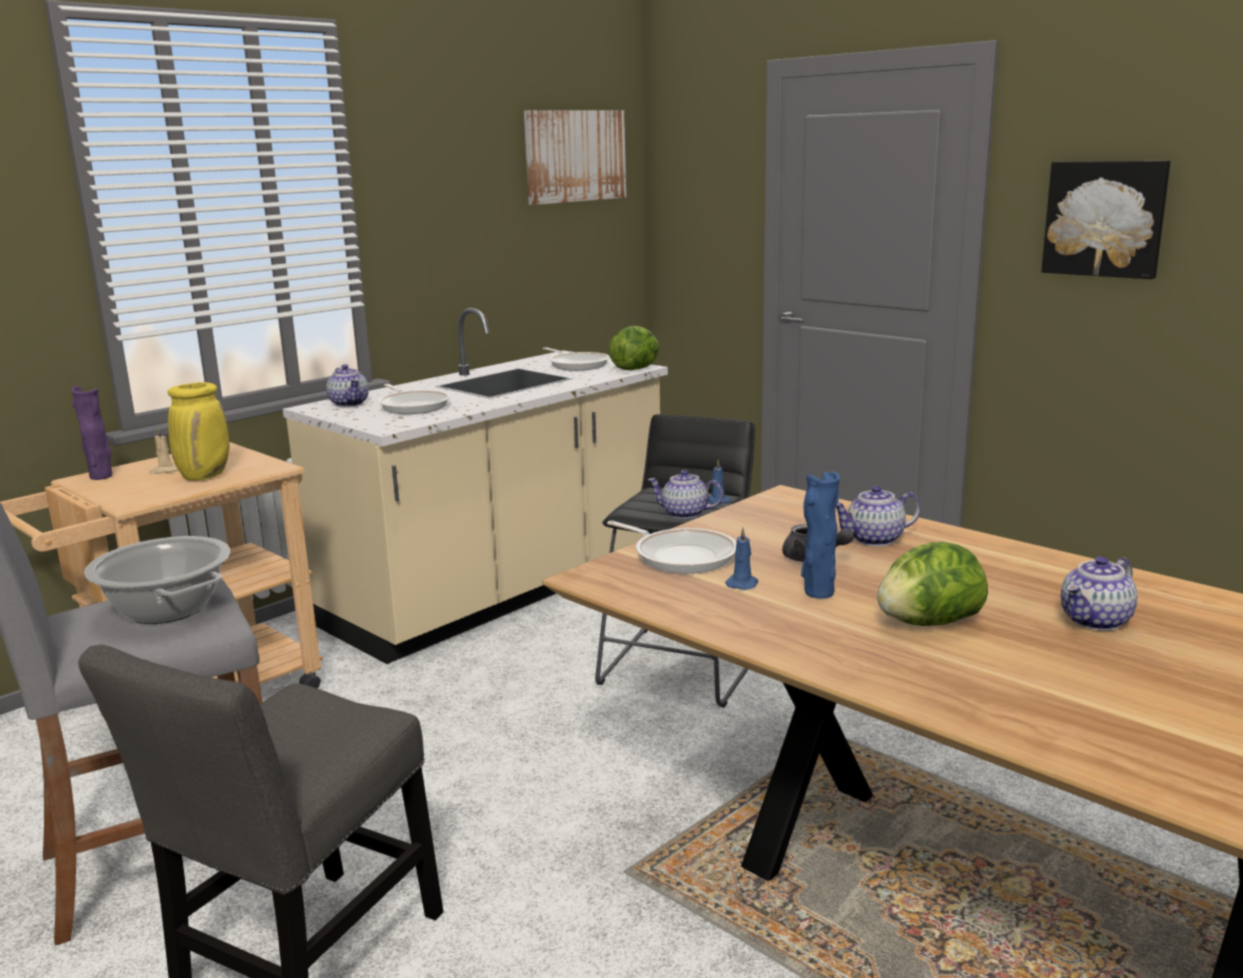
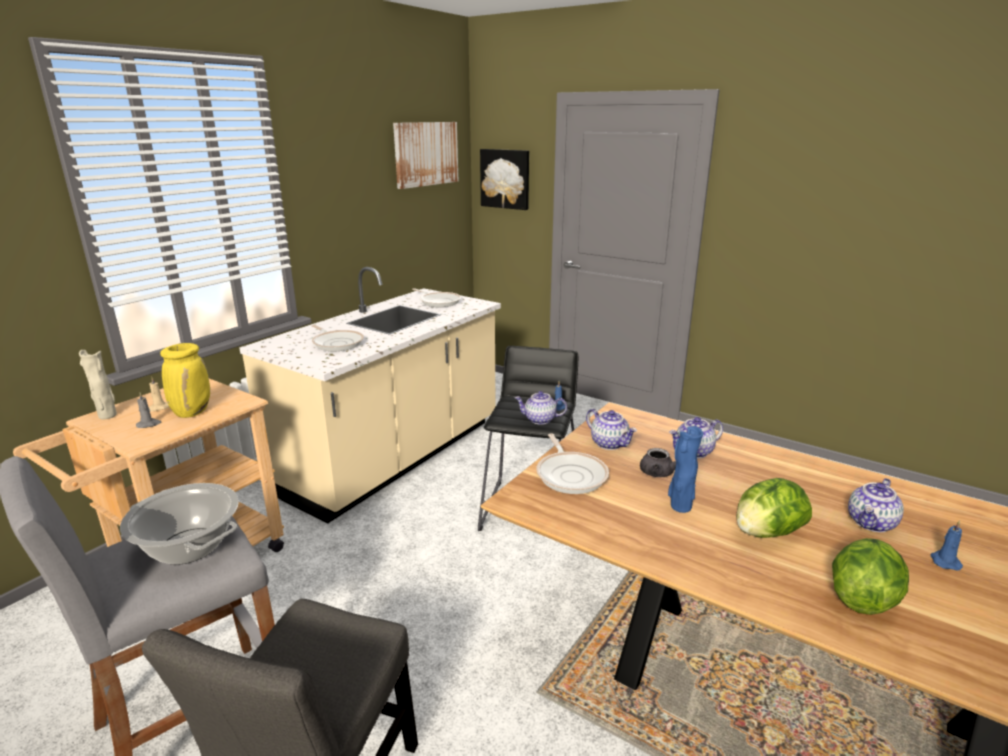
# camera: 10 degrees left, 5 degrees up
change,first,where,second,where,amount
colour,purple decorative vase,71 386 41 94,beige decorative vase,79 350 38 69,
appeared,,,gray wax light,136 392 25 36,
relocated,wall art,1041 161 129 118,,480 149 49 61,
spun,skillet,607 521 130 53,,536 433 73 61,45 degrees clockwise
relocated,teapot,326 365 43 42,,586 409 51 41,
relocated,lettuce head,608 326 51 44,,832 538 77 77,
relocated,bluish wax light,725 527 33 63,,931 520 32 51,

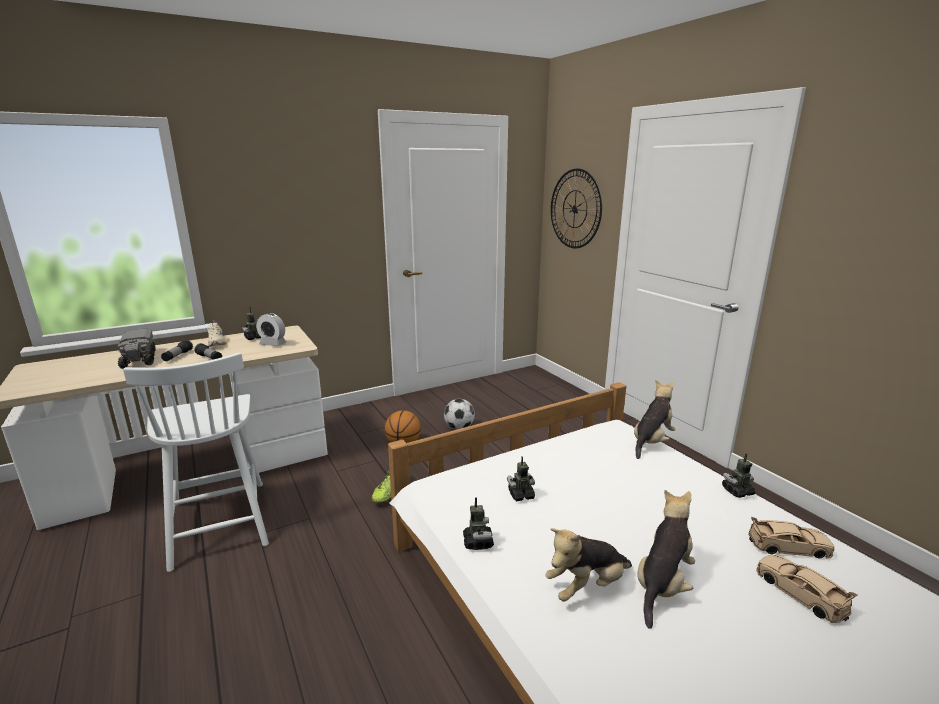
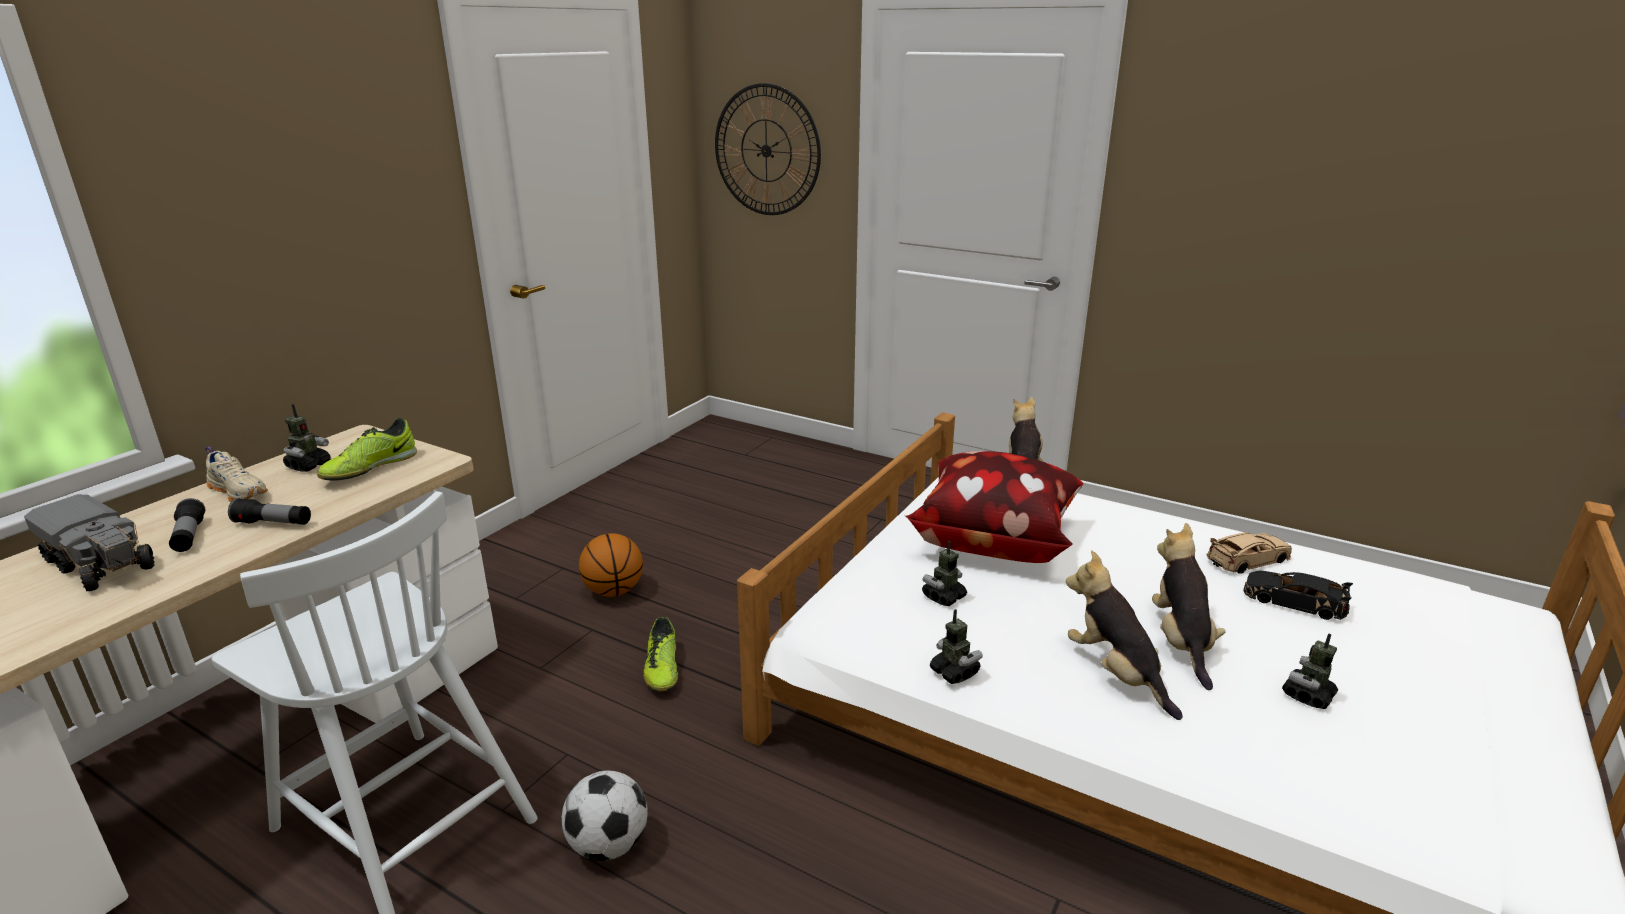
# camera: 30 degrees left, 5 degrees up
change,first,where,second,where,amount
exchanged,alarm clock,256 313 30 33,shoe,317 418 100 63,
relocated,football,444 399 31 31,,562 771 85 90,
appeared,,,cushion,905 451 178 112,
spun,soft toy,545 528 87 74,,1066 551 117 169,120 degrees clockwise
colour,beige miniature car,756 555 102 68,black-coloured miniature car,1244 571 109 49,
relocated,robot figure,722 453 34 45,,1282 633 56 76,

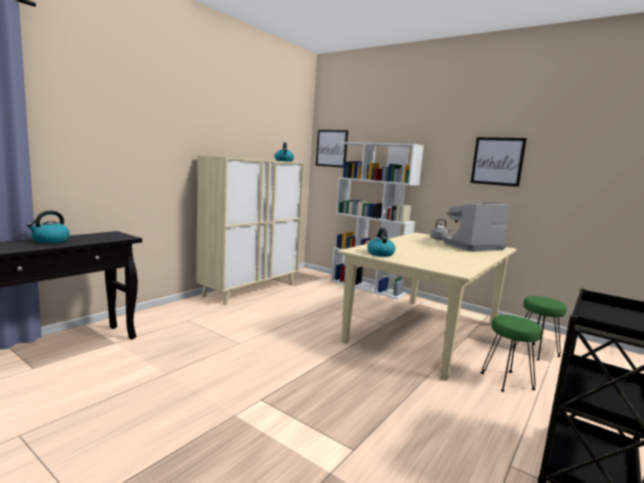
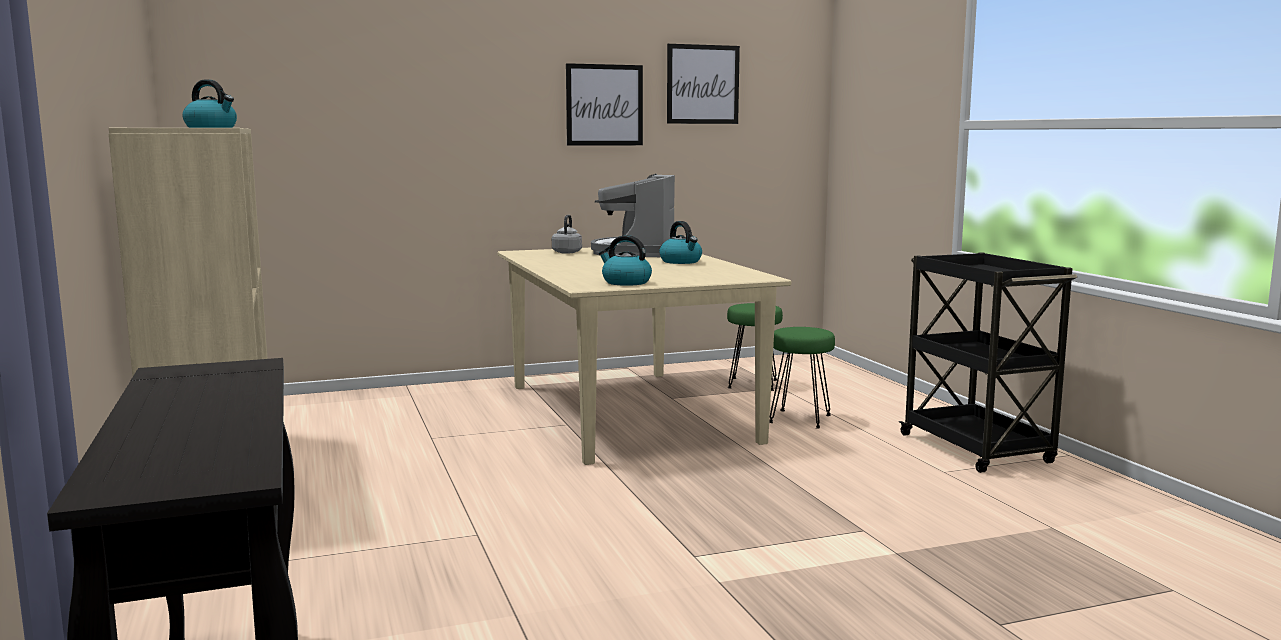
# camera: 55 degrees left, 0 degrees up
change,first,where,second,where,amount
relocated,tea kettle,27 210 43 33,,659 221 43 43,
relocated,wall art,316 130 32 38,,667 44 73 80,
missing,white bookcase,331 142 93 157,,,

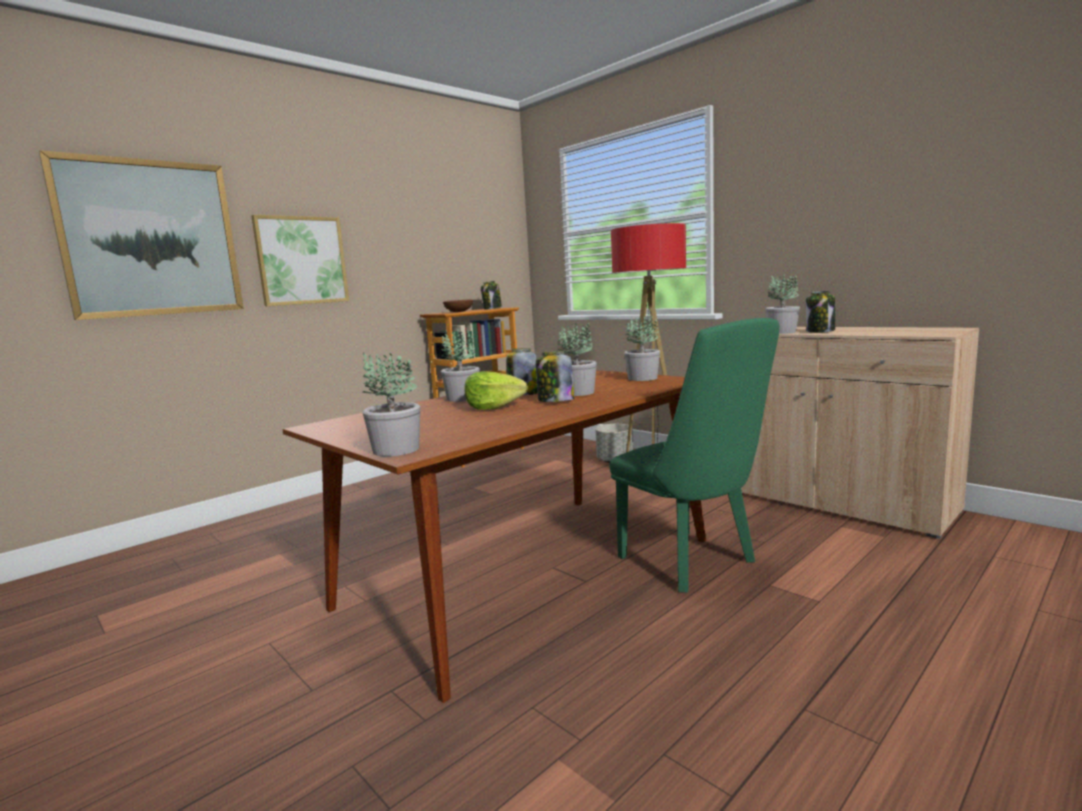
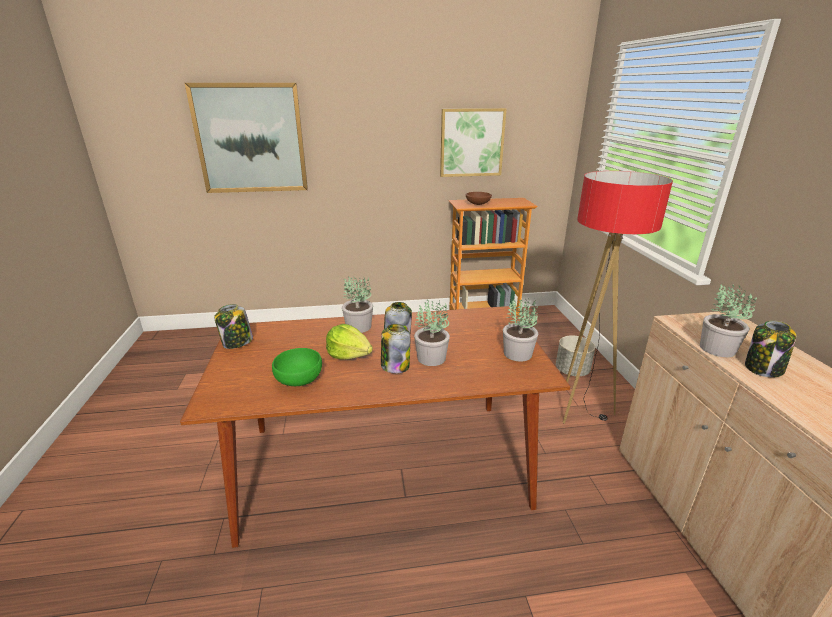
# camera: 35 degrees right, 15 degrees up
change,first,where,second,where,amount
relocated,preserve jar,481 281 21 29,,214 304 39 45,
appeared,,,green-coloured serving bowl,272 348 50 38,
relocated,wall art,251 215 98 91,,440 108 66 69,
missing,potted plant,363 353 57 103,,,
missing,green-coloured upright chair,609 318 171 275,,,

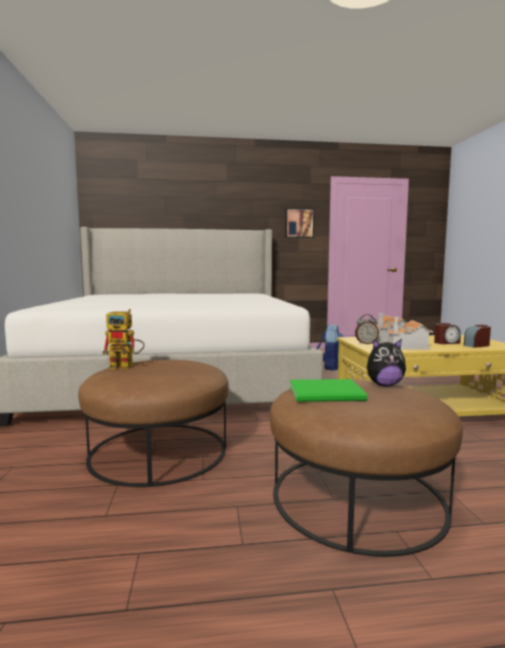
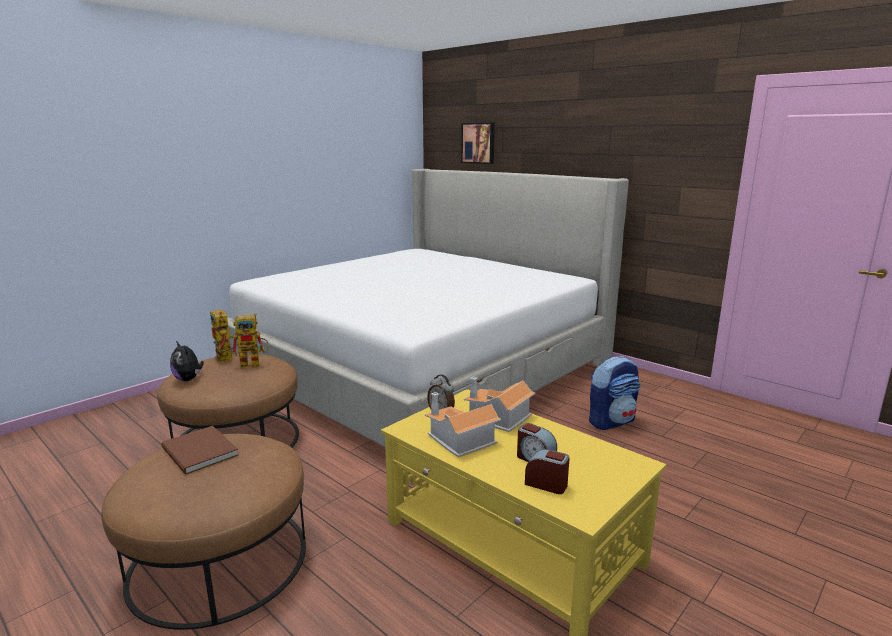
# camera: 50 degrees right, 10 degrees up
change,first,where,second,where,amount
colour,green-coloured book,290 379 77 23,brown-coloured book,161 426 78 48,
relocated,soft toy,367 339 39 47,,170 341 34 40,
appeared,,,robot figure,232 313 37 56,
relocated,wall art,285 208 30 30,,461 123 34 41,

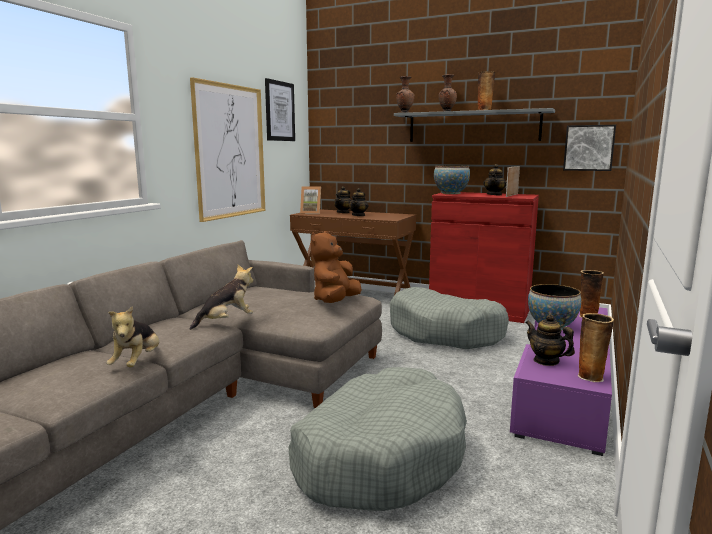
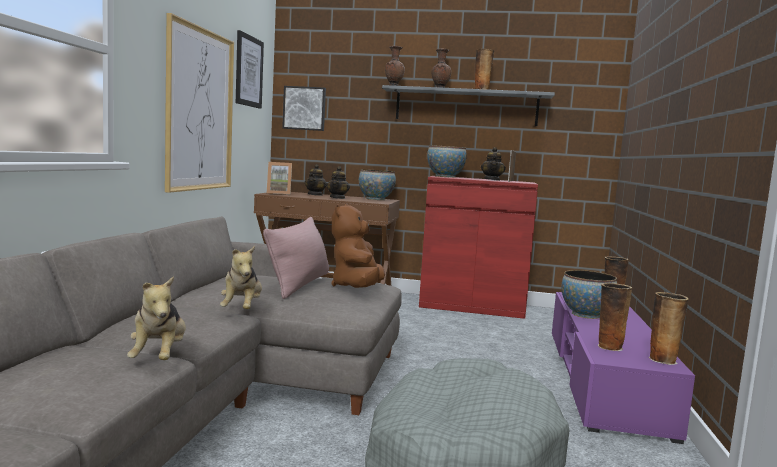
# camera: 15 degrees left, 5 degrees down
change,first,where,second,where,amount
spun,soft toy,190 265 64 65,,220 246 42 63,135 degrees clockwise
appeared,,,pinkish cushion,263 217 66 82,
relocated,wall art,563 125 53 46,,282 86 44 45,
appeared,,,serving bowl,359 169 37 31,
exchanged,teapot,525 314 50 52,decorative vase,598 283 35 68,
missing,gray dog cushion,390 287 119 62,,,

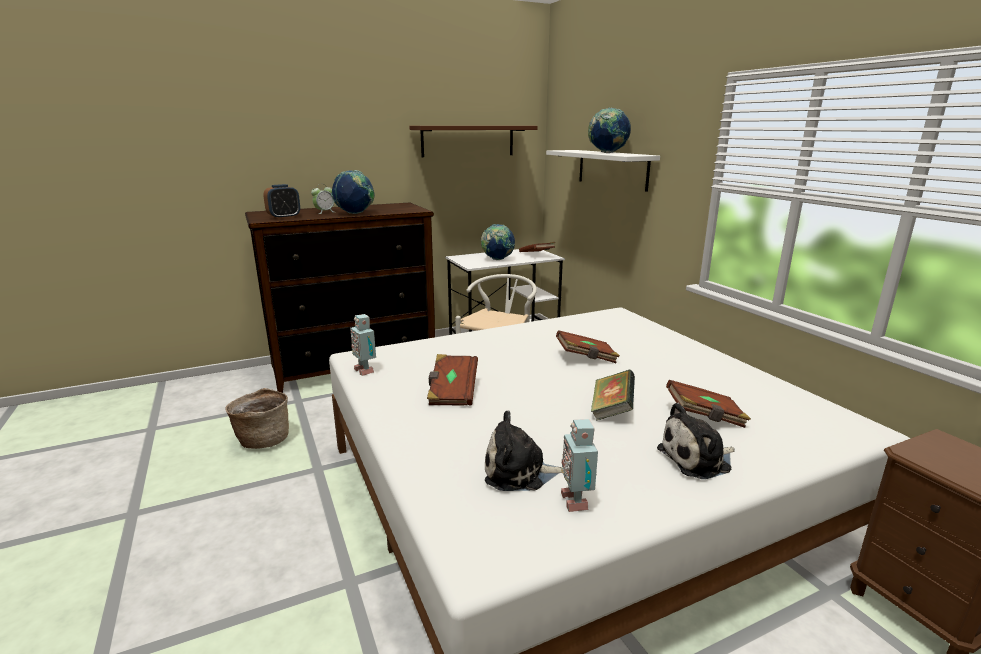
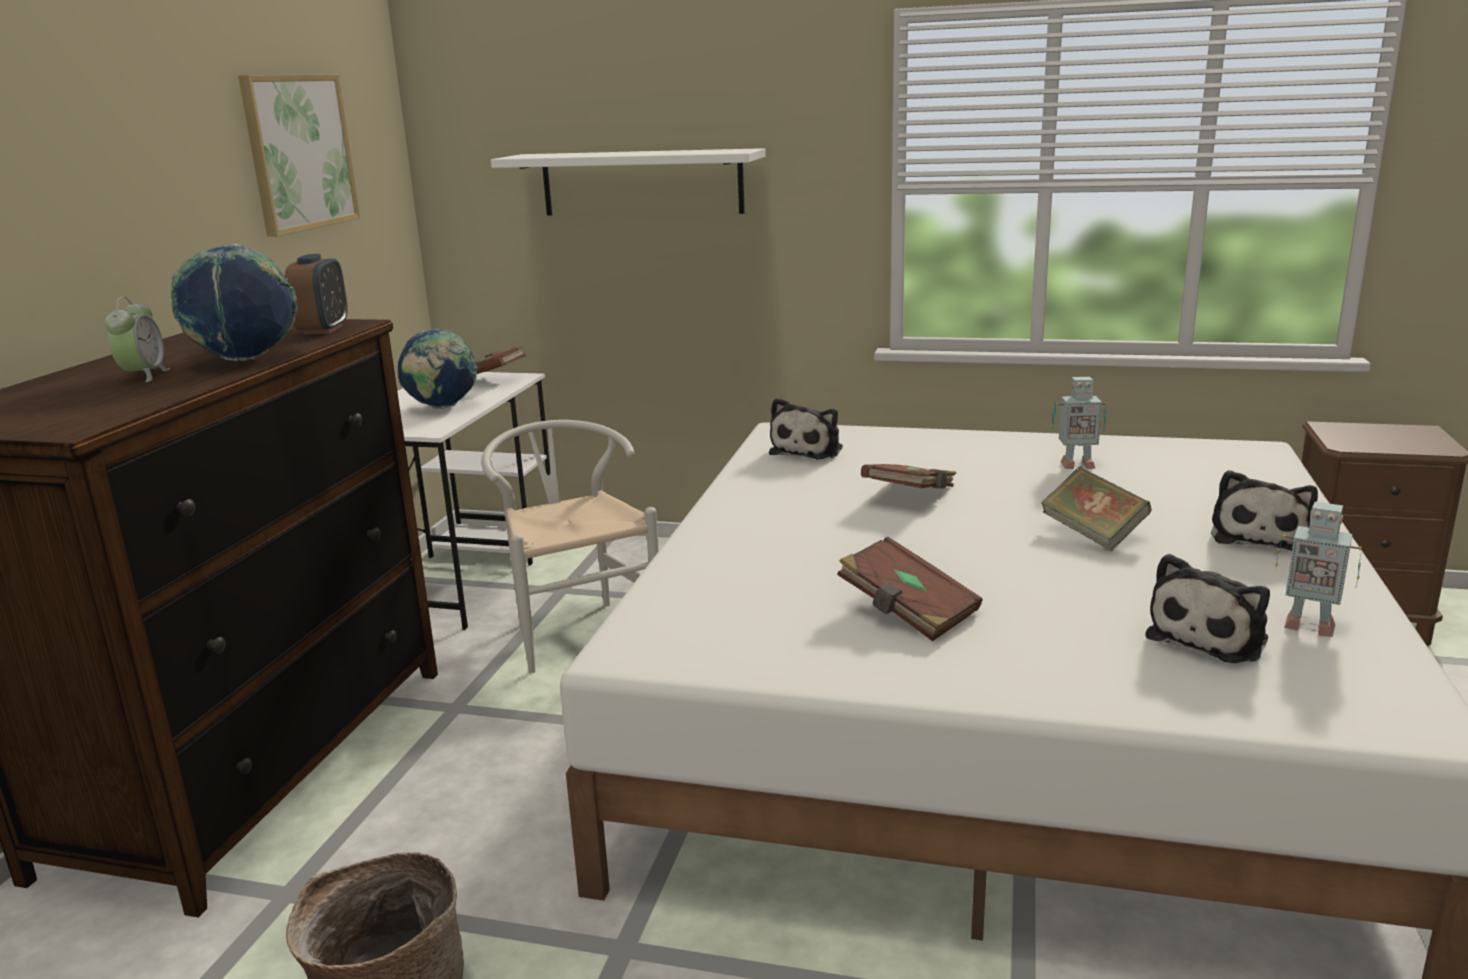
# camera: 50 degrees left, 0 degrees up
change,first,where,second,where,amount
exchanged,brown-coloured wall shelf,409 126 129 31,wall art,238 74 122 163,
relocated,alarm clock,263 184 37 35,,285 254 63 81,
appeared,,,soft toy,769 398 74 61,
relocated,robot figure,350 314 26 62,,1052 377 55 92,
missing,world globe,588 107 43 46,,,
missing,brown-coloured book,666 380 85 48,,,

